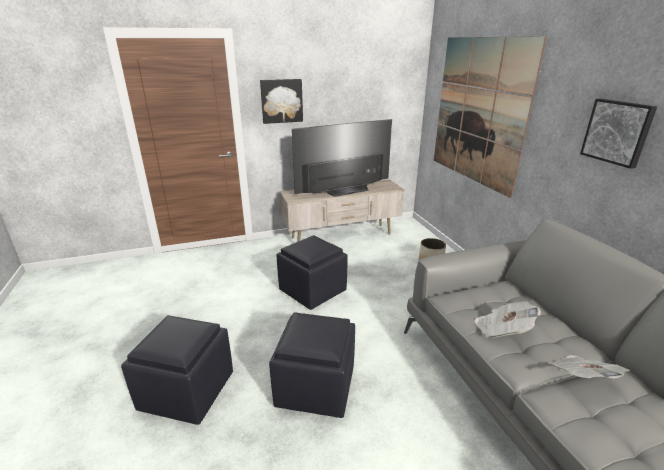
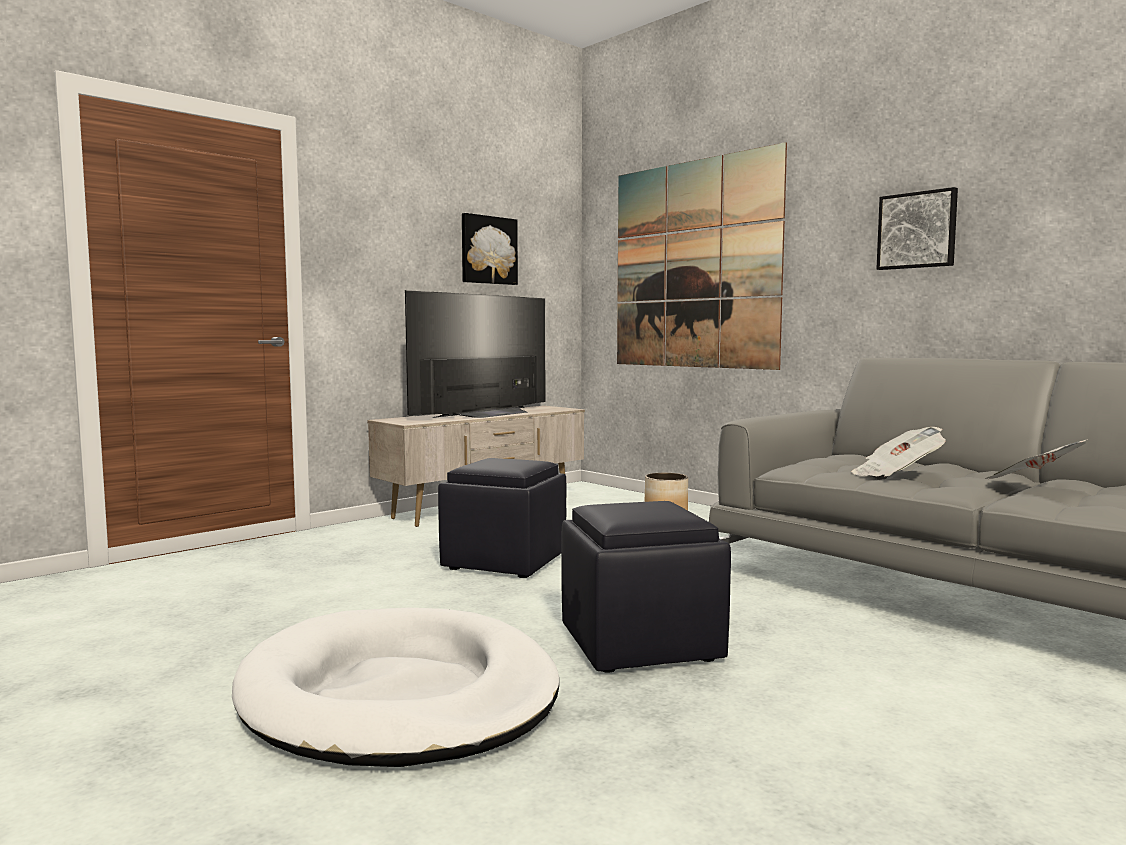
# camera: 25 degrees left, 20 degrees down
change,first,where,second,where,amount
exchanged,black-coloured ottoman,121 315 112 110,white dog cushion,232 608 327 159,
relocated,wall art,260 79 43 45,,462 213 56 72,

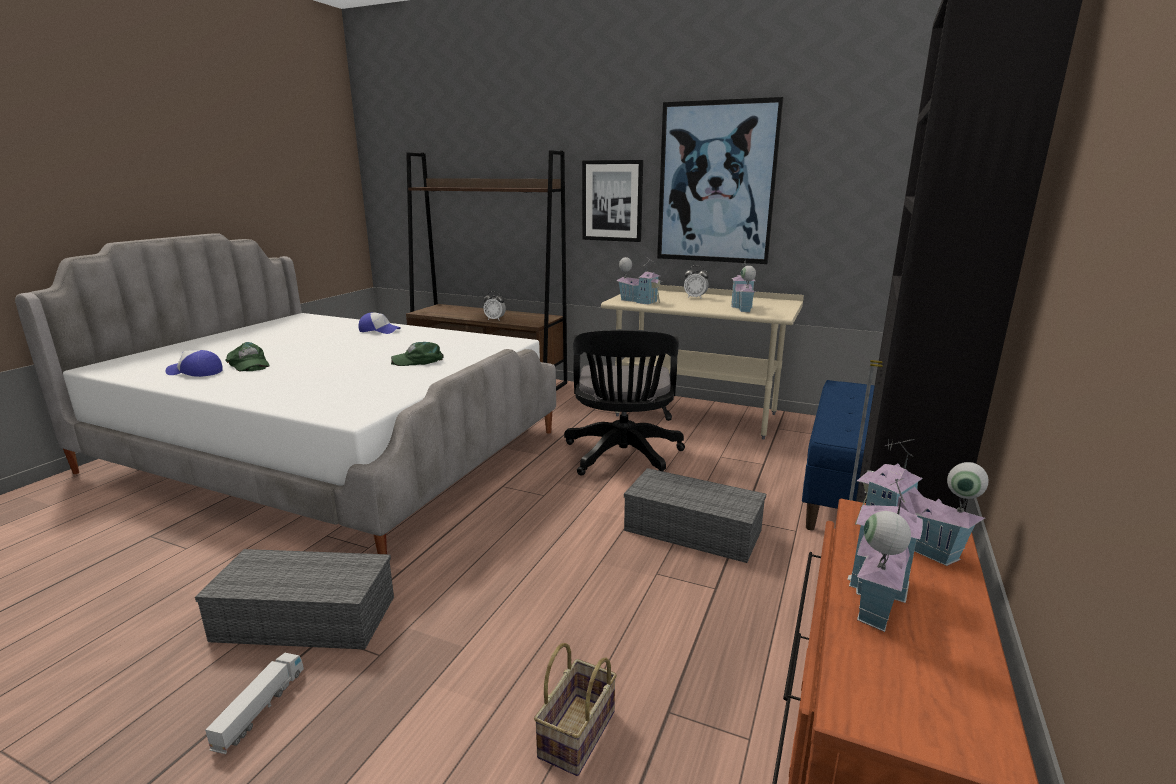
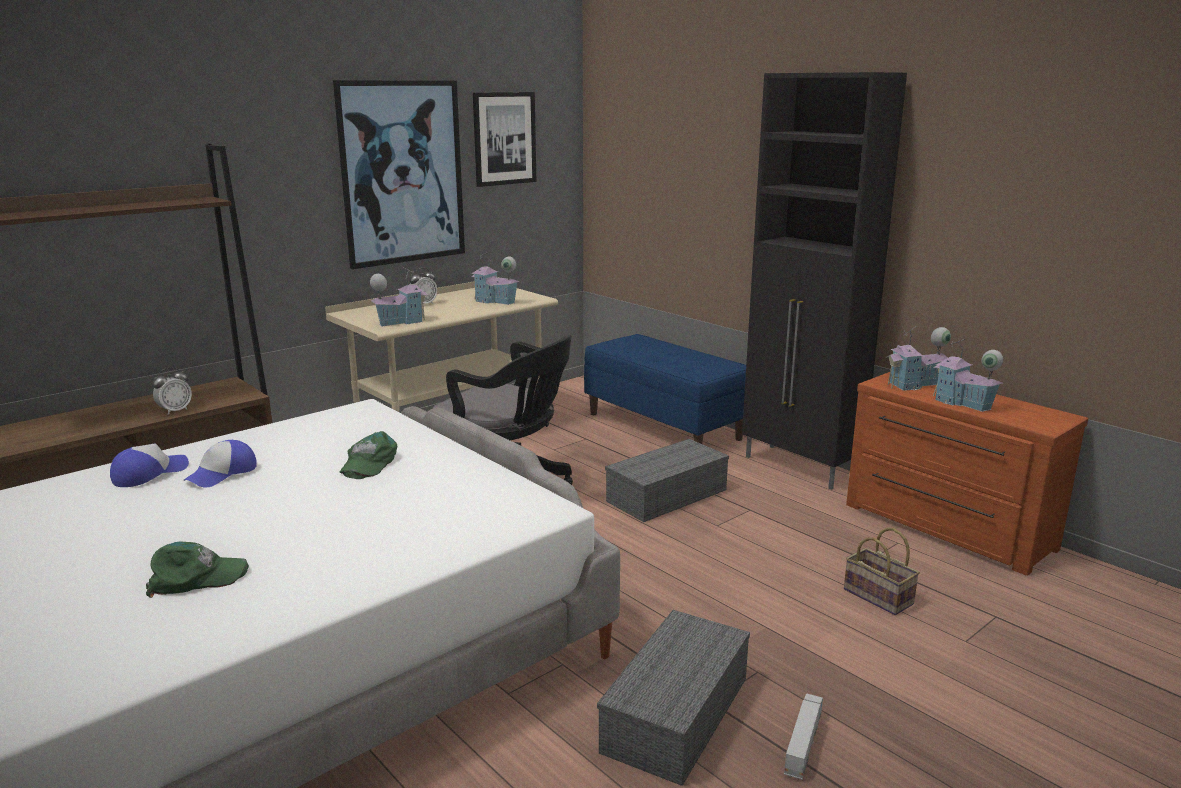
# camera: 65 degrees left, 0 degrees up
change,first,where,second,where,amount
relocated,peaked cap,165 350 58 27,,183 440 74 48,
relocated,wall art,582 160 61 82,,473 92 63 95,
spun,toy lorry,205 653 99 101,,784 693 39 87,75 degrees clockwise

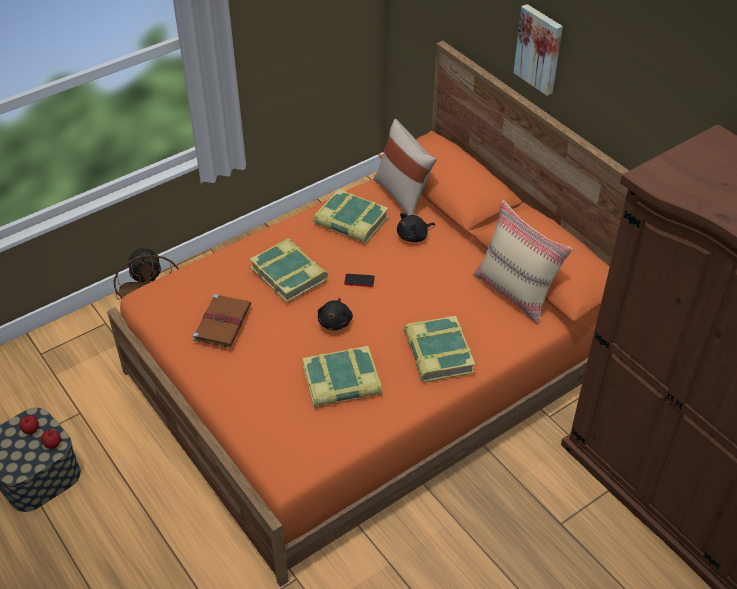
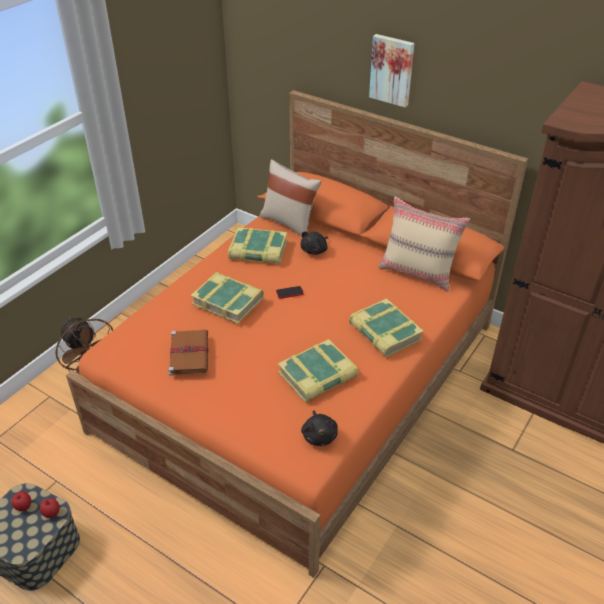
# camera: 20 degrees left, 5 degrees down
change,first,where,second,where,amount
relocated,black-coloured soft toy,318 298 35 32,,301 410 37 36,

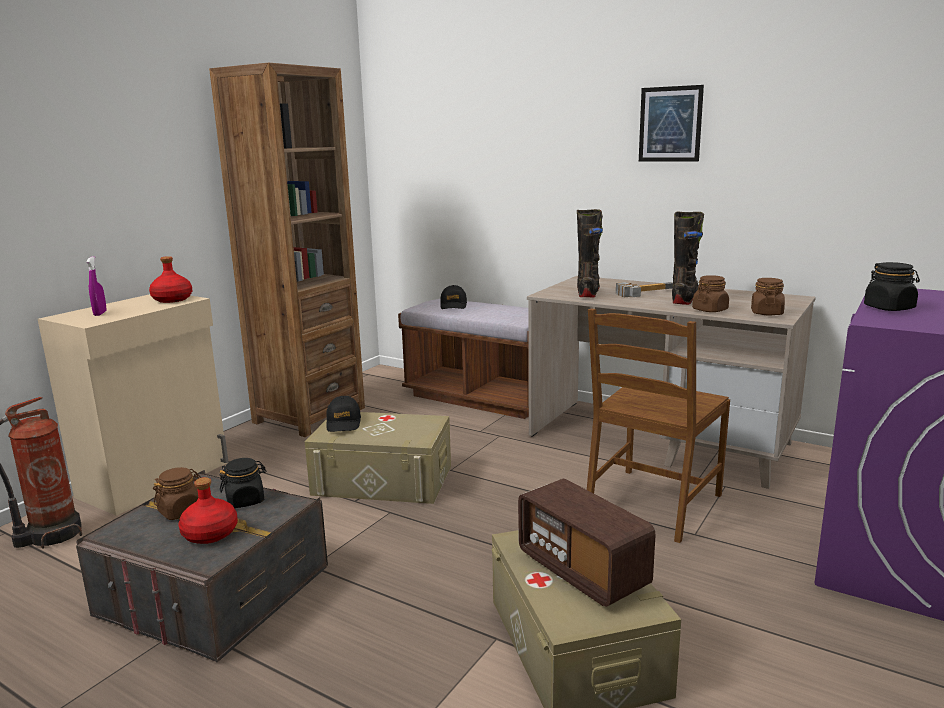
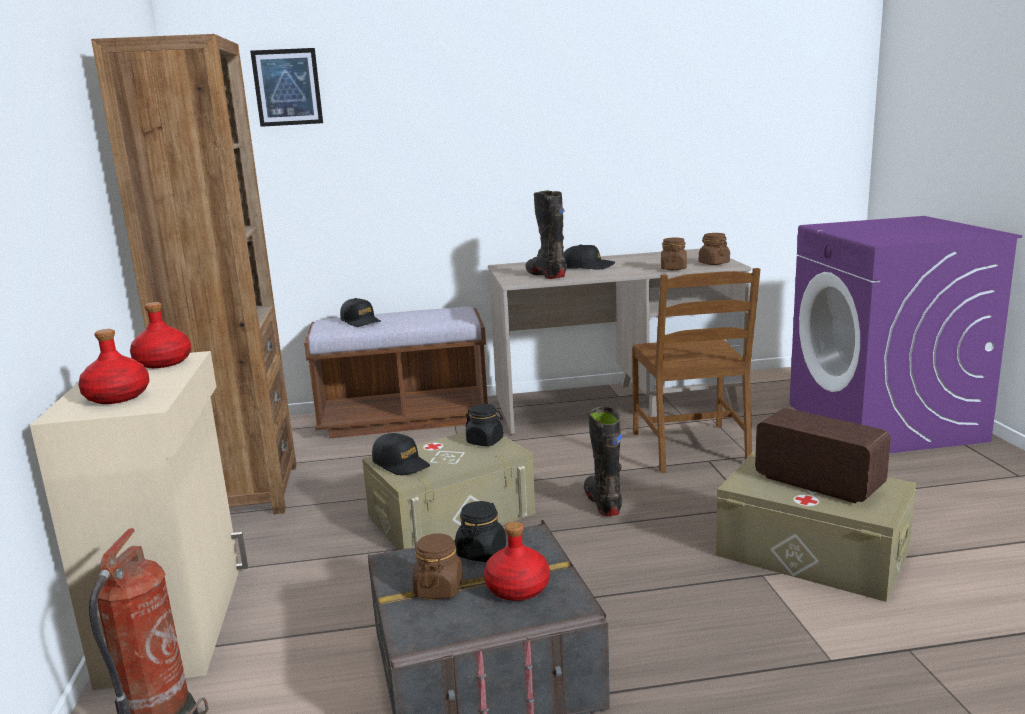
# camera: 40 degrees left, 0 degrees up
change,first,where,second,where,amount
exchanged,purple spray bottle,87 256 20 60,reddish bottle,78 329 71 75,
relocated,wall art,639 85 65 76,,250 48 73 79,
relocated,black-coloured preserve jar,864 262 56 49,,465 404 38 42,
exchanged,hammer,616 282 57 16,black-coloured peaked cap,564 244 51 25,
relocated,black-coloured boot,672 212 32 93,,584 406 38 110,
spun,radio,518 479 138 128,,755 408 136 95,150 degrees counterclockwise

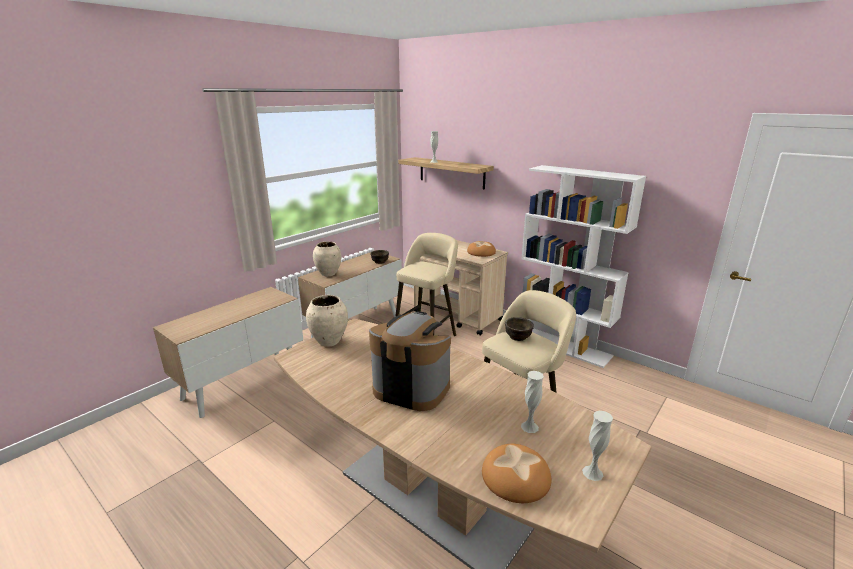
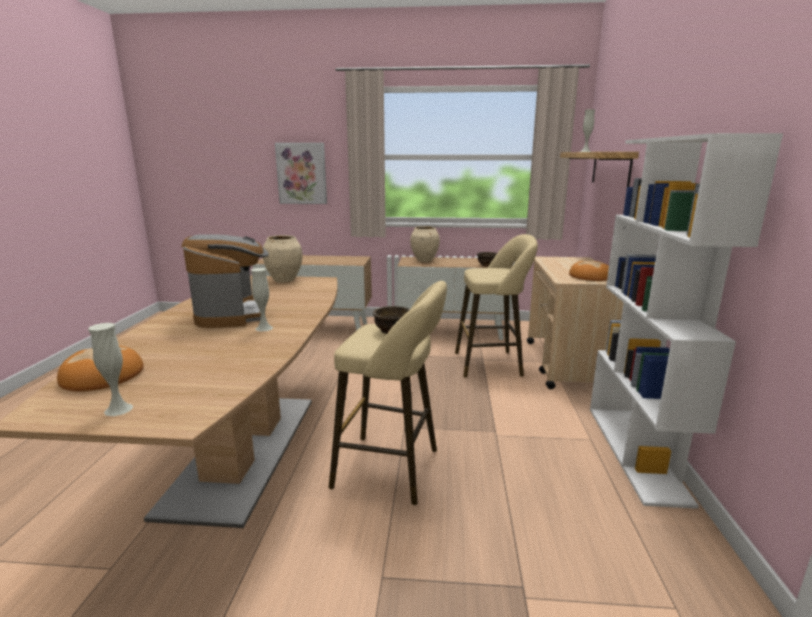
# camera: 55 degrees right, 5 degrees down
change,first,where,second,where,amount
relocated,white decorative vase,521 371 23 62,,251 268 22 64,
appeared,,,wall art,275 143 52 61,

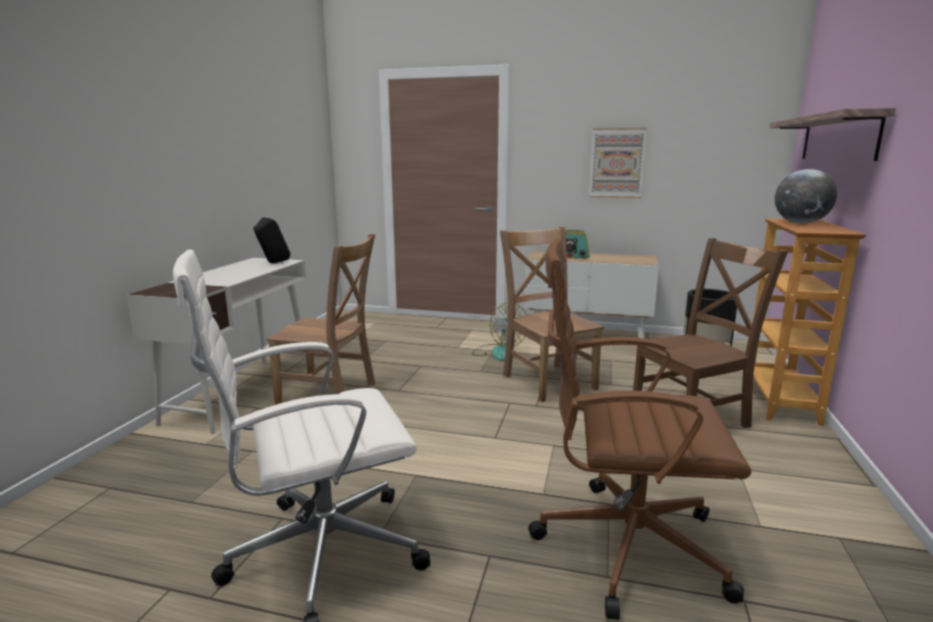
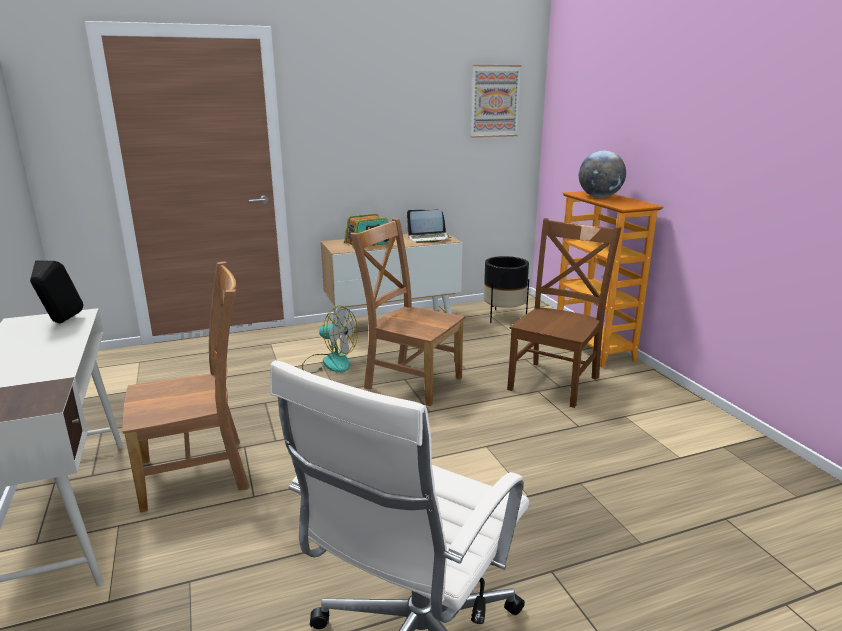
# camera: 35 degrees left, 5 degrees up
change,first,where,second,where,amount
appeared,,,laptop,407 210 44 33,
relocated,wall art,589 128 58 70,,471 65 50 73,
missing,brown-coloured desk chair,528 238 223 382,,,
missing,wall shelf,770 108 126 53,,,

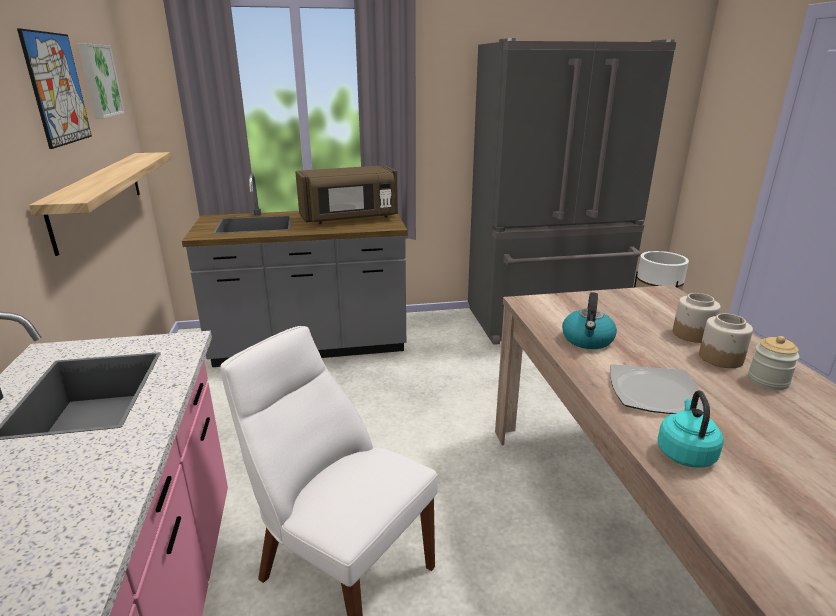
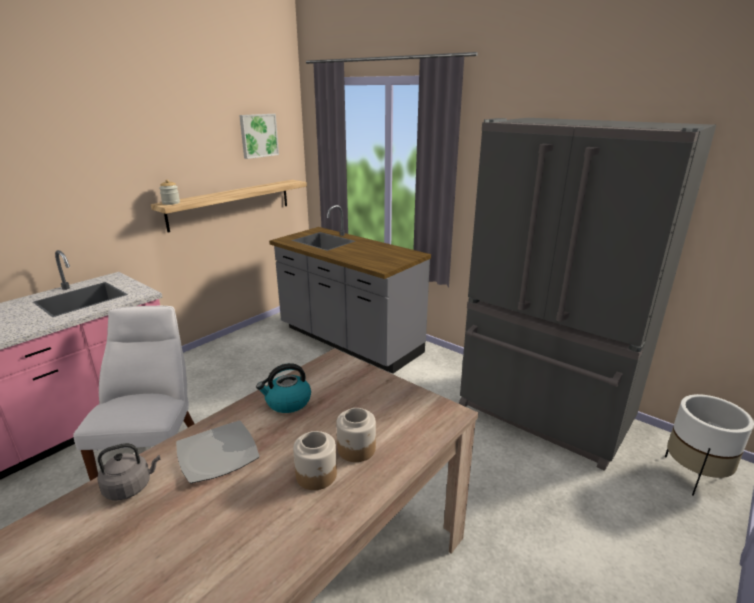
# camera: 50 degrees right, 0 degrees up
change,first,where,second,where,amount
colour,turquoise tea kettle,658 390 66 78,gray tea kettle,97 443 64 57,
relocated,preserve jar,748 336 52 54,,159 180 21 25,
missing,wall art,17 28 75 121,,,
missing,brown-coloured microwave,295 165 103 59,,,

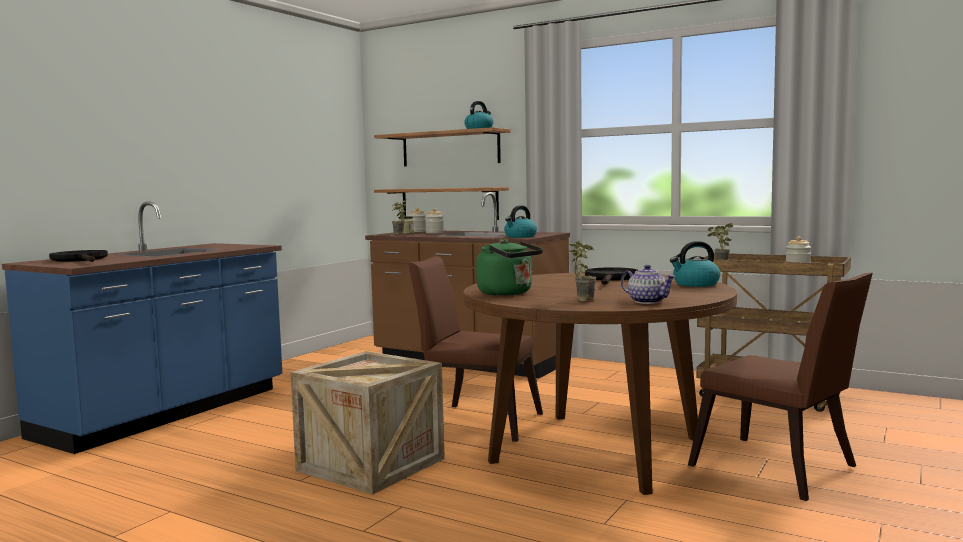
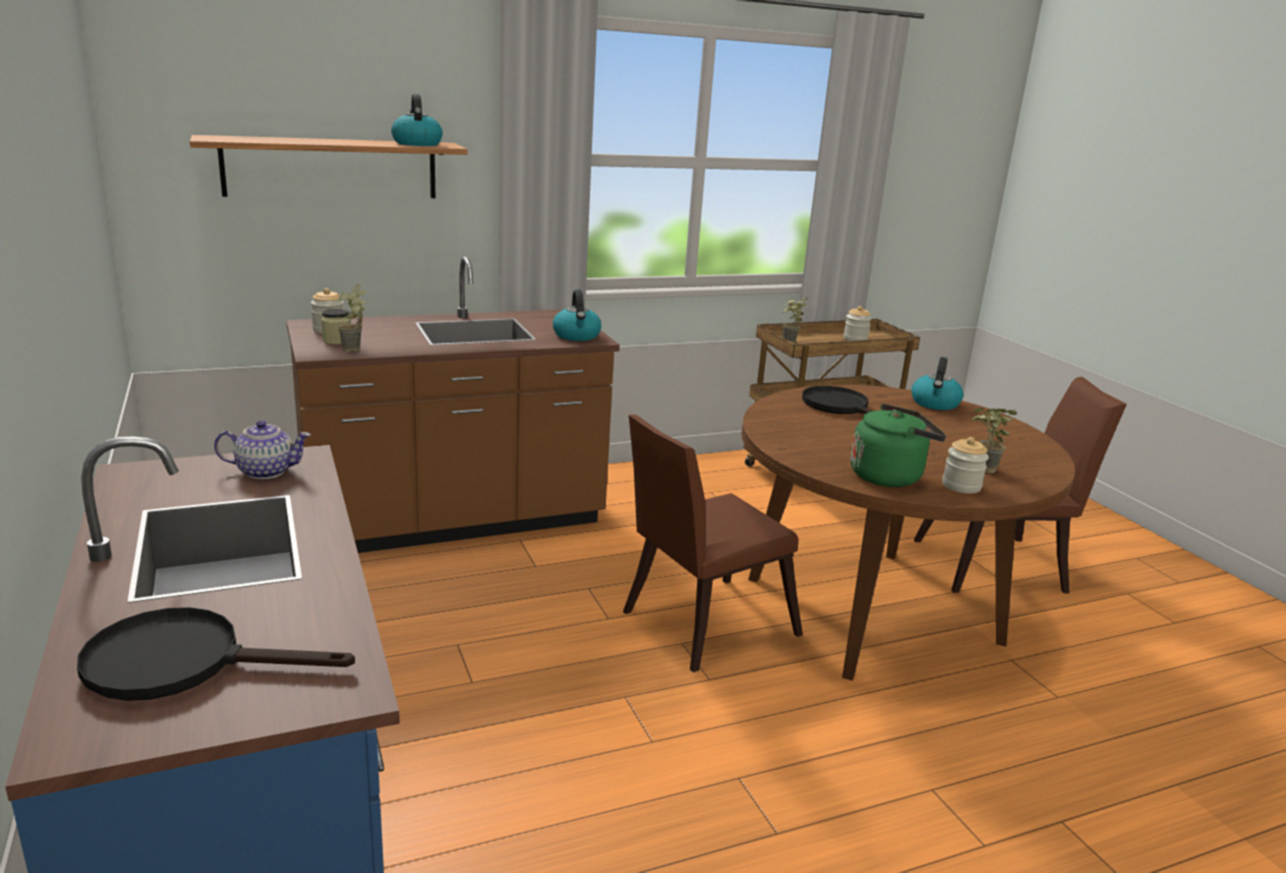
# camera: 55 degrees left, 15 degrees up
change,first,where,second,where,amount
relocated,teapot,621 265 55 39,,214 420 97 59,
relocated,preserve jar,425 208 19 26,,942 437 47 57,
missing,packing crate,290 351 155 144,,,
missing,wall shelf,374 187 135 33,,,

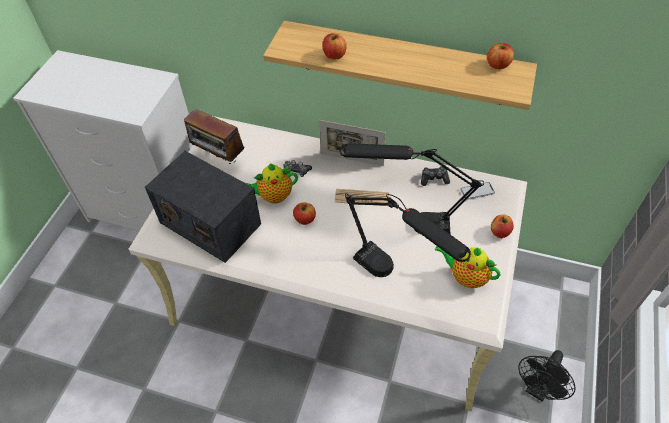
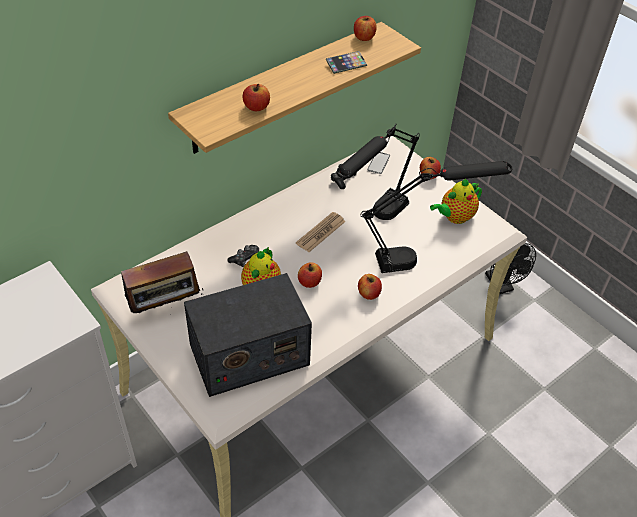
# camera: 60 degrees left, 5 degrees down
change,first,where,second,where,amount
appeared,,,telephone,326 51 41 23,
appeared,,,apple fruit,358 274 24 26,
missing,photo frame,319 120 67 46,,,

